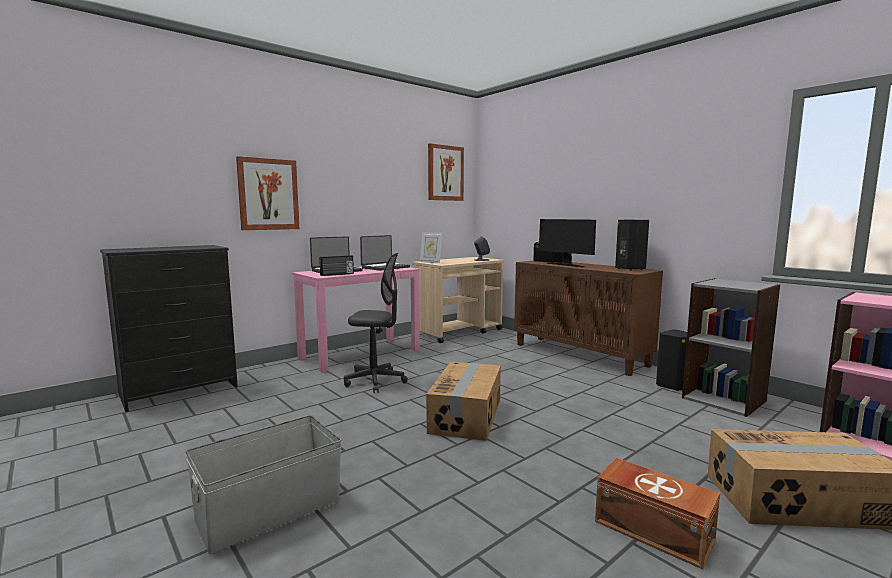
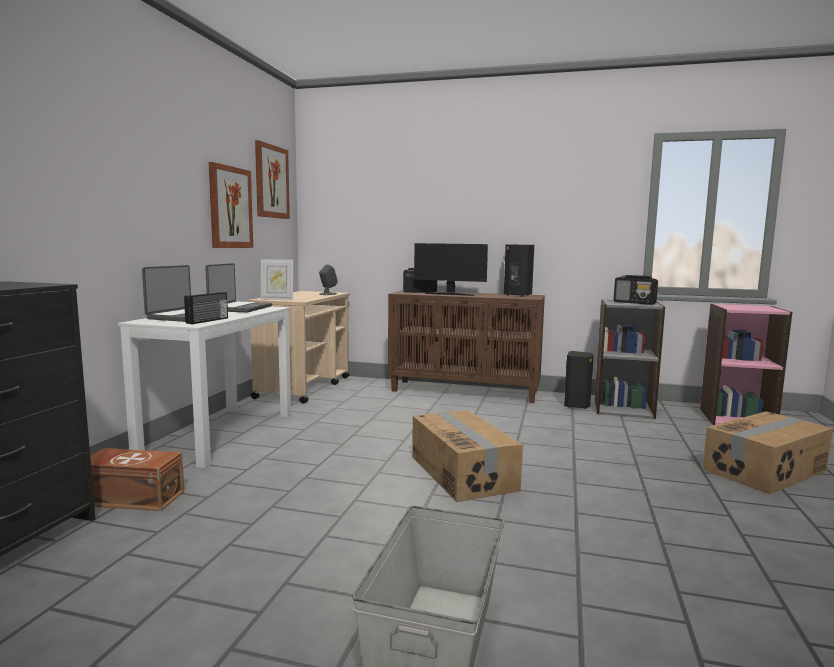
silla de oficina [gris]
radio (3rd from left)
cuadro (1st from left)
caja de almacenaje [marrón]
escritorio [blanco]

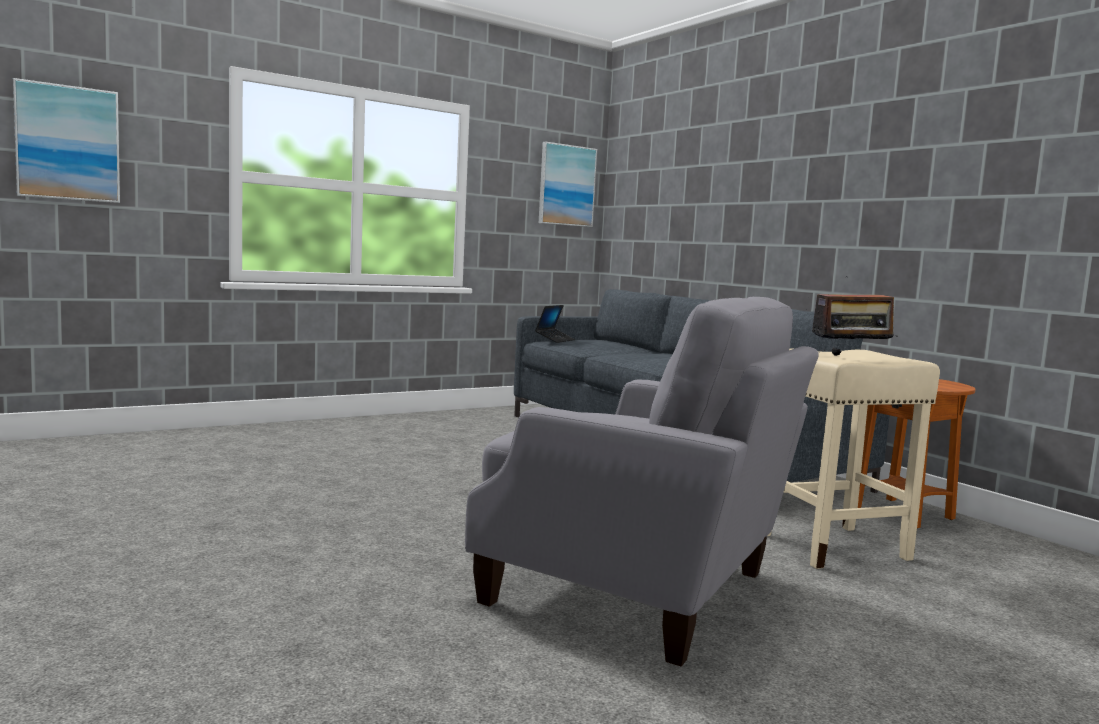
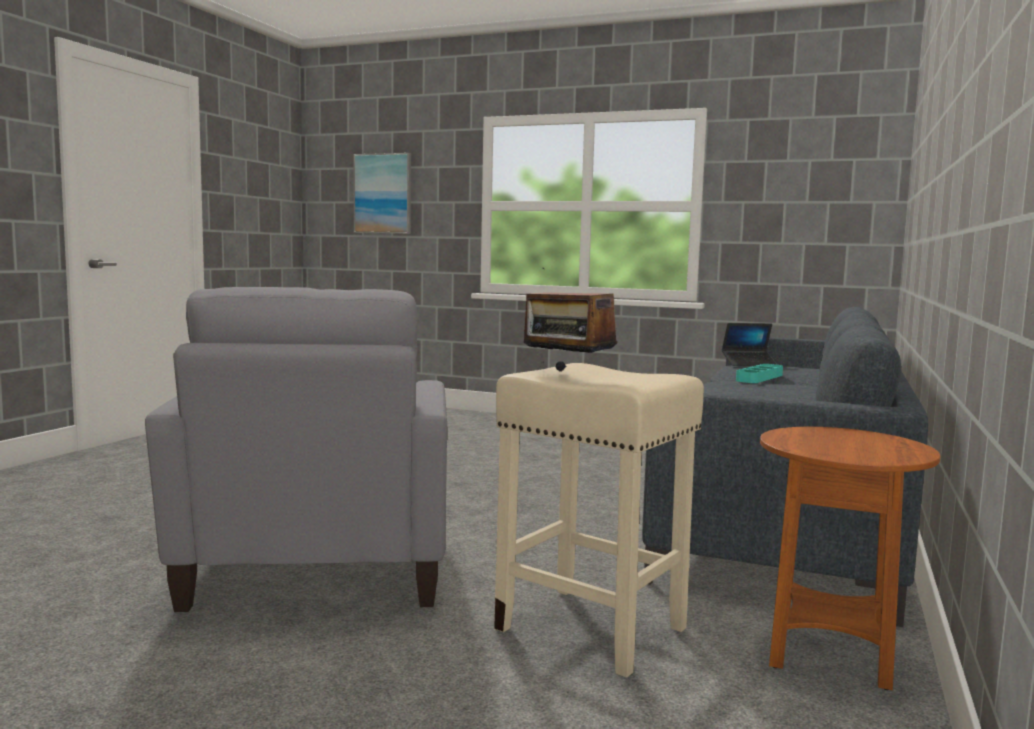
cuadro (2nd from left in the first image)
bandeja [turquesa]

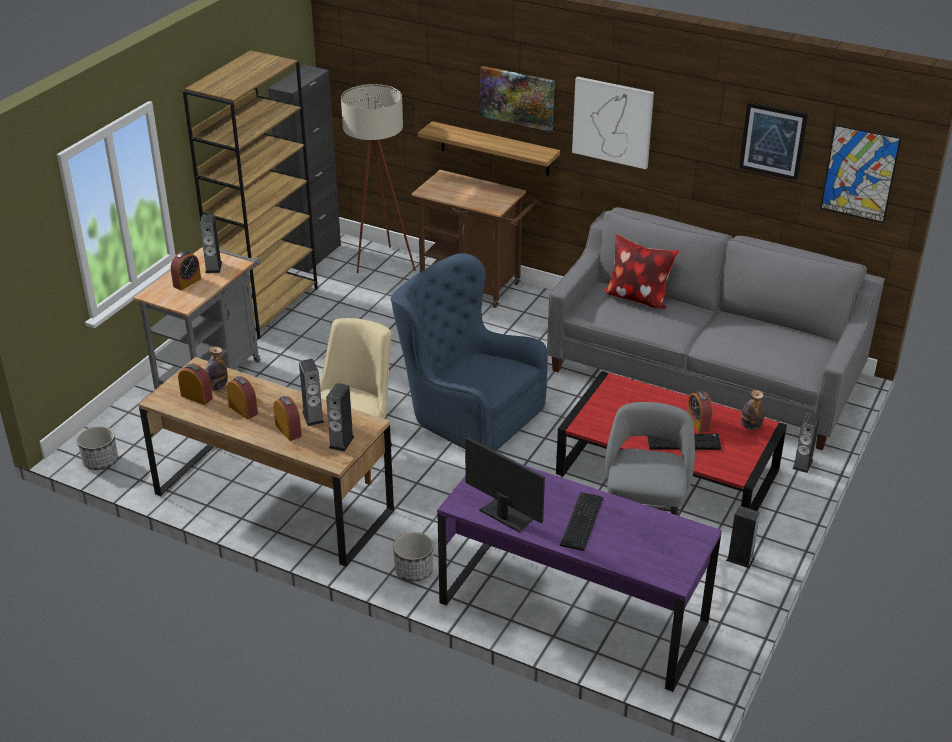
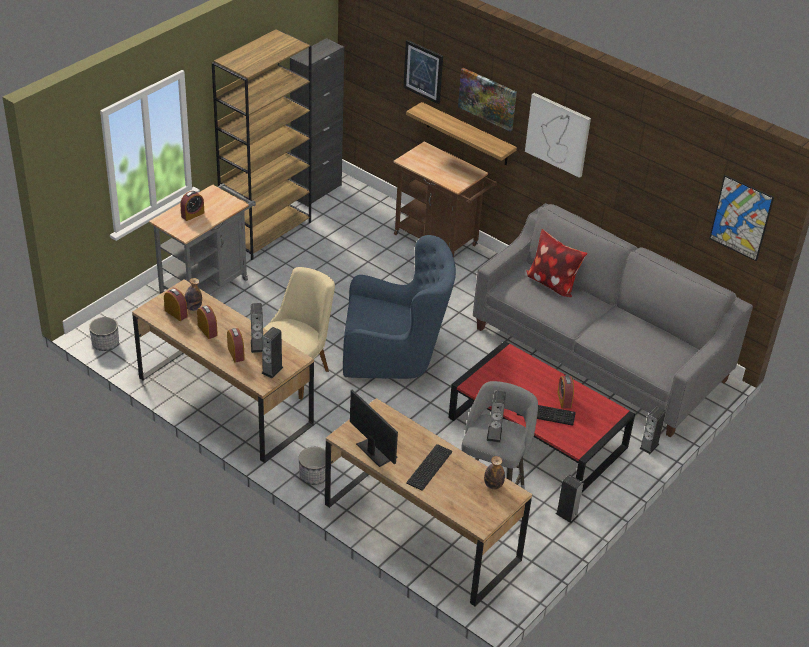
lámpara de pie [beis]
altavoz (3rd from left)
cuadro (1st from left)
botella (2nd from left)
escritorio [marrón] (2nd from left)
sillón [azul]

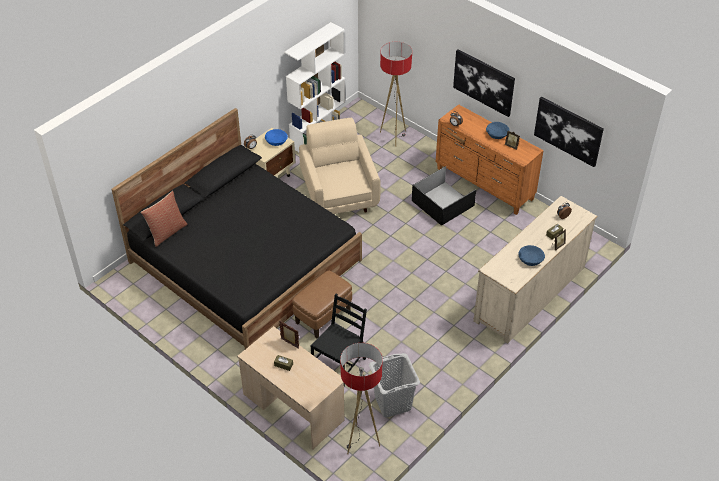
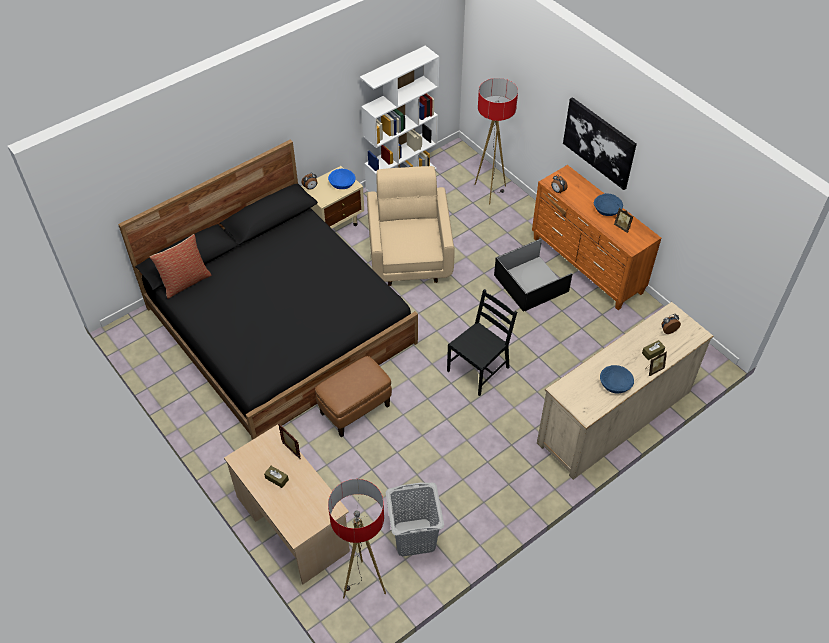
cuadro (2nd from left in the first image)
silla [negro]

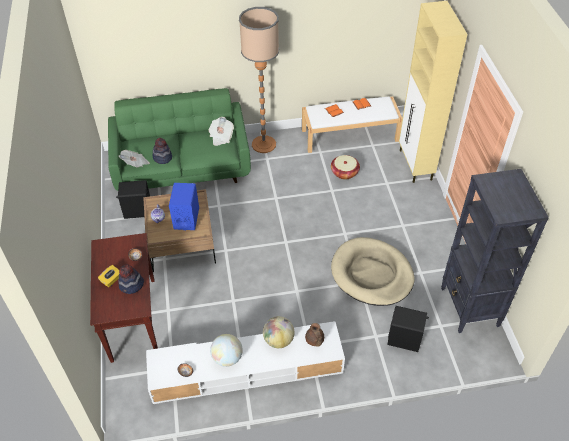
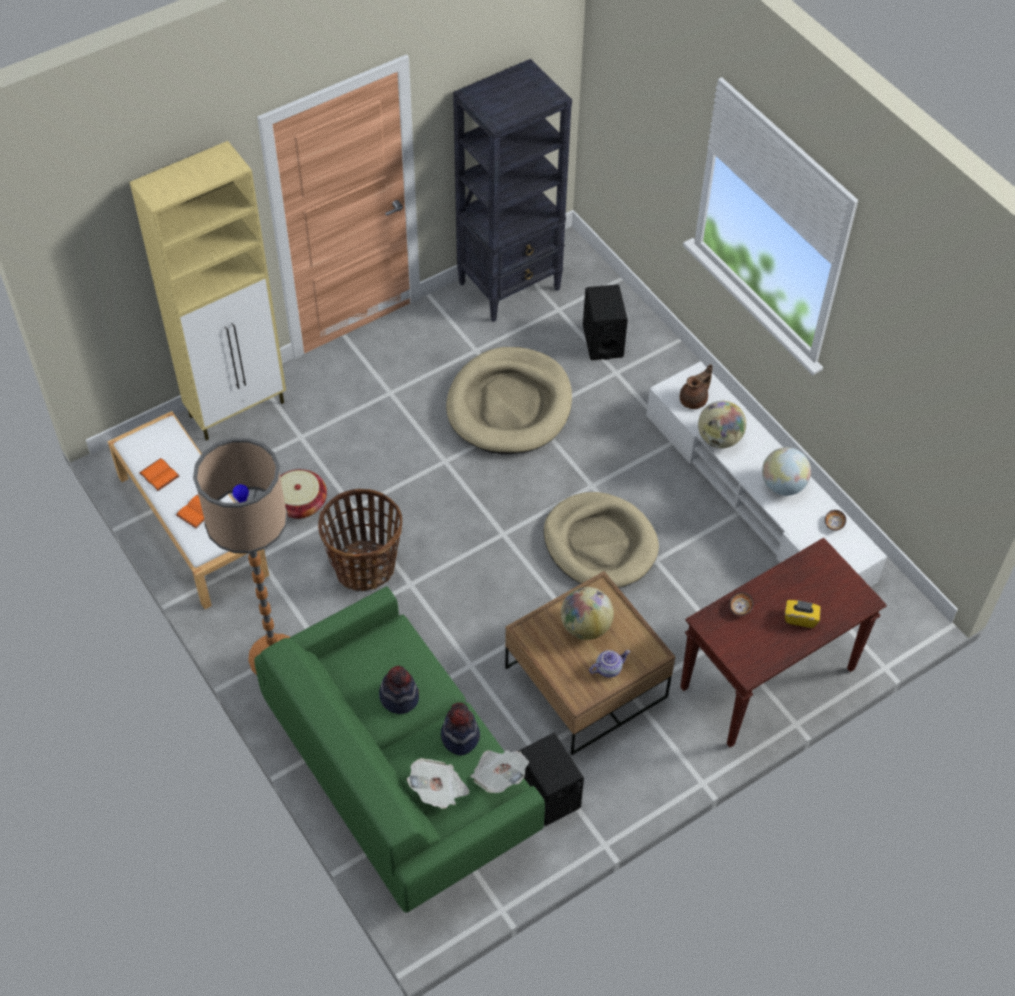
cesta (2nd from left)
cama para perro [beis] (2nd from left)
sombrero (1st from left)
periódico (1st from left)
globo terráqueo (1st from left)

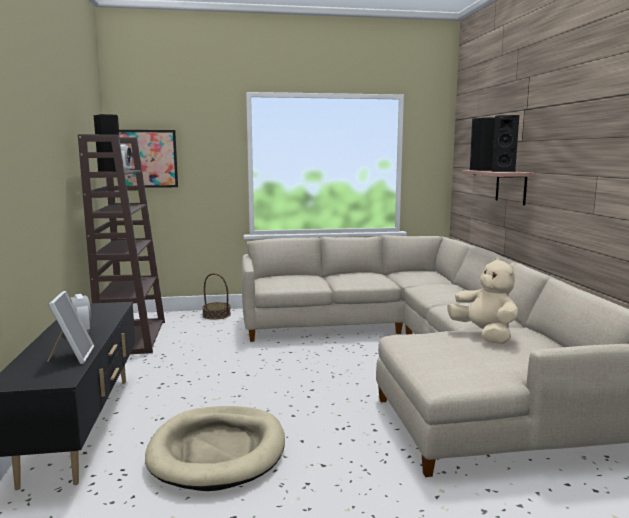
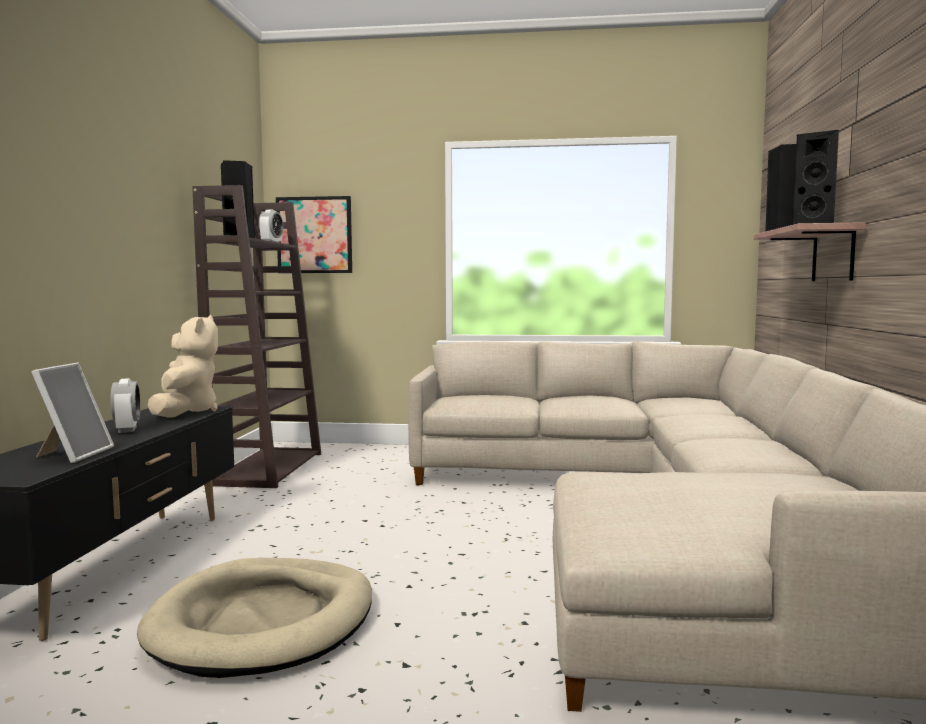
cesta
peluche [beis]

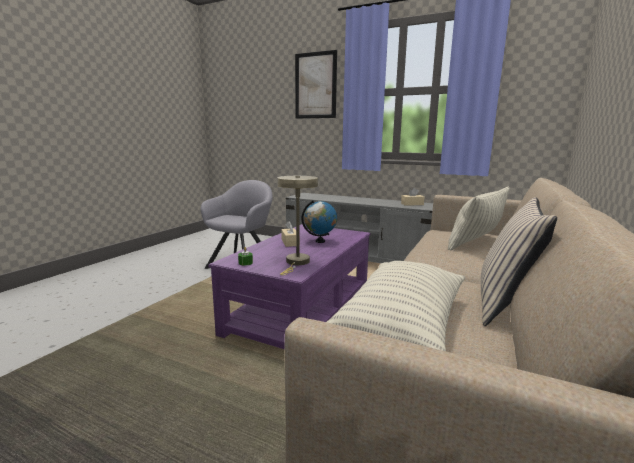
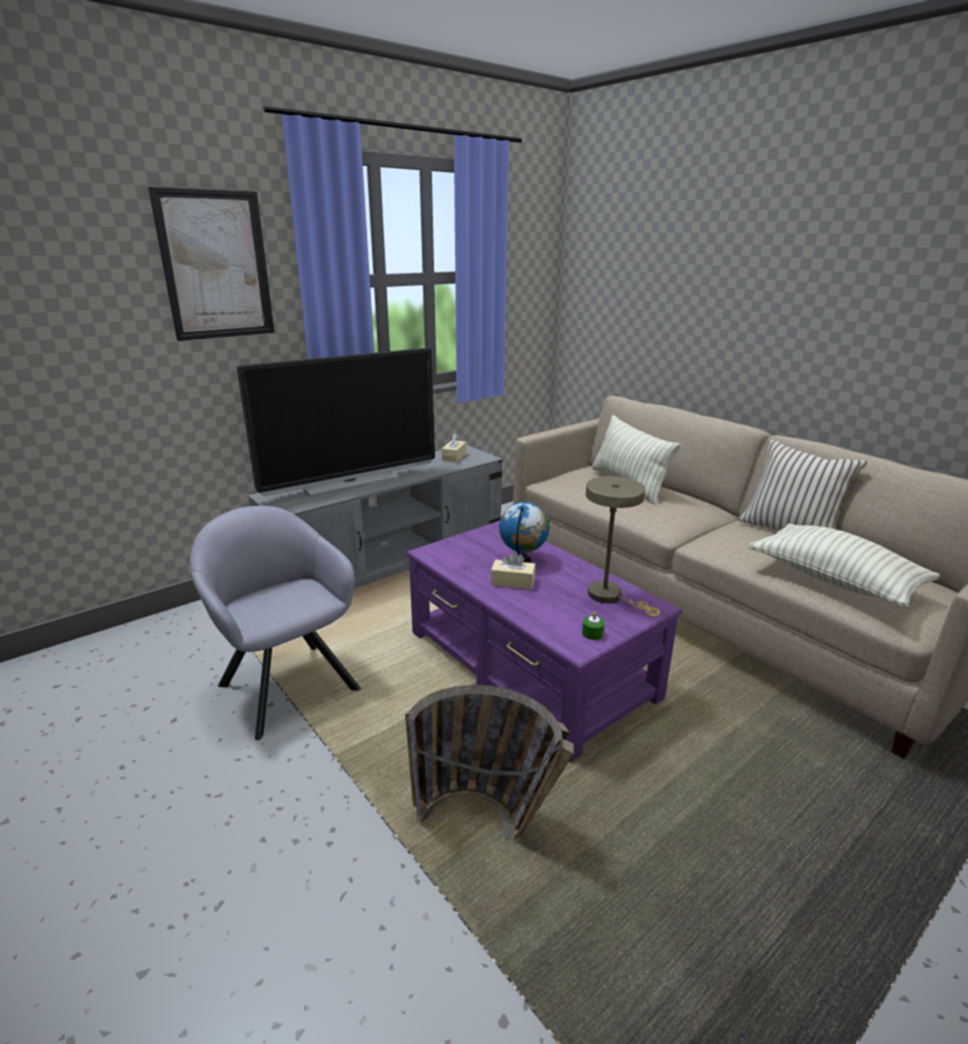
televisor
cesta

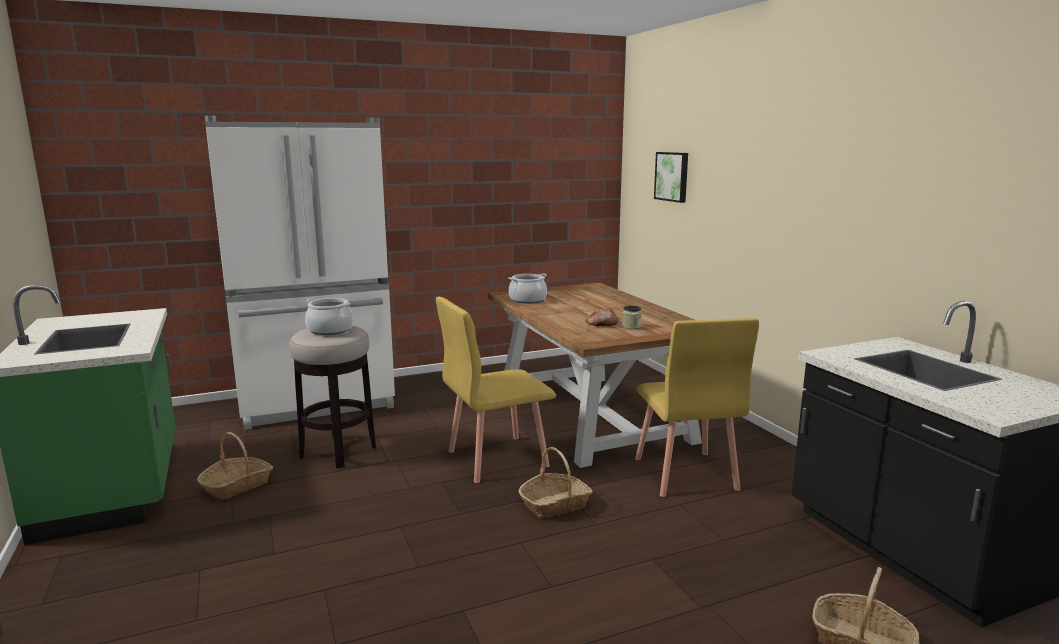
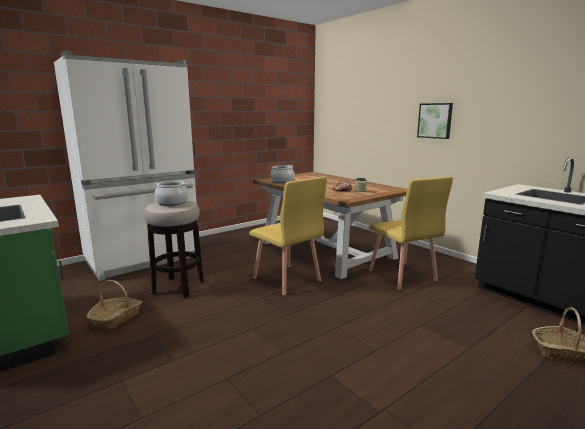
cesta (2nd from left in the first image)
cuadro
silla [amarillo] (1st from left)

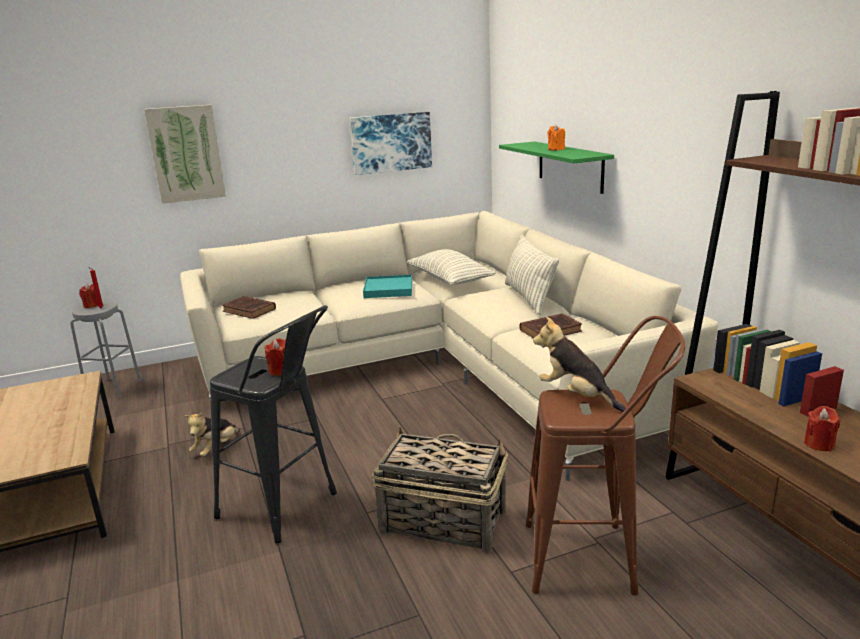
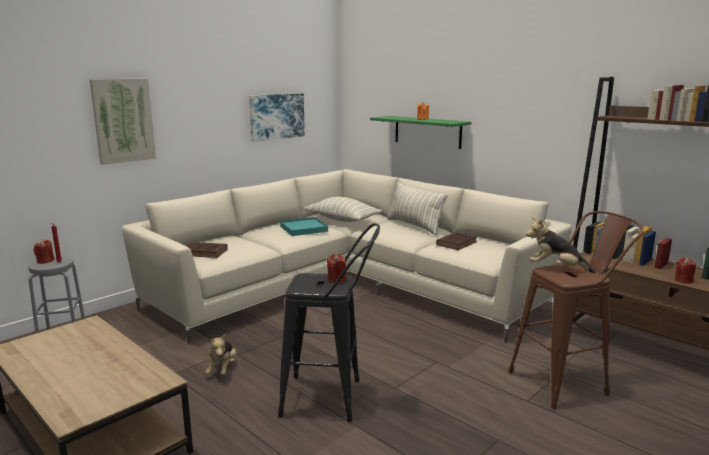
cesta

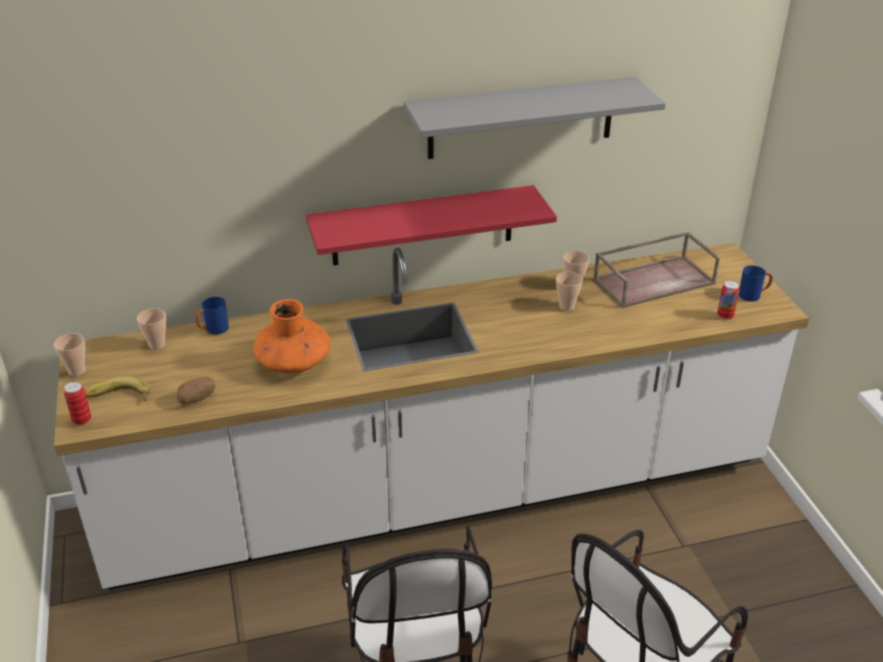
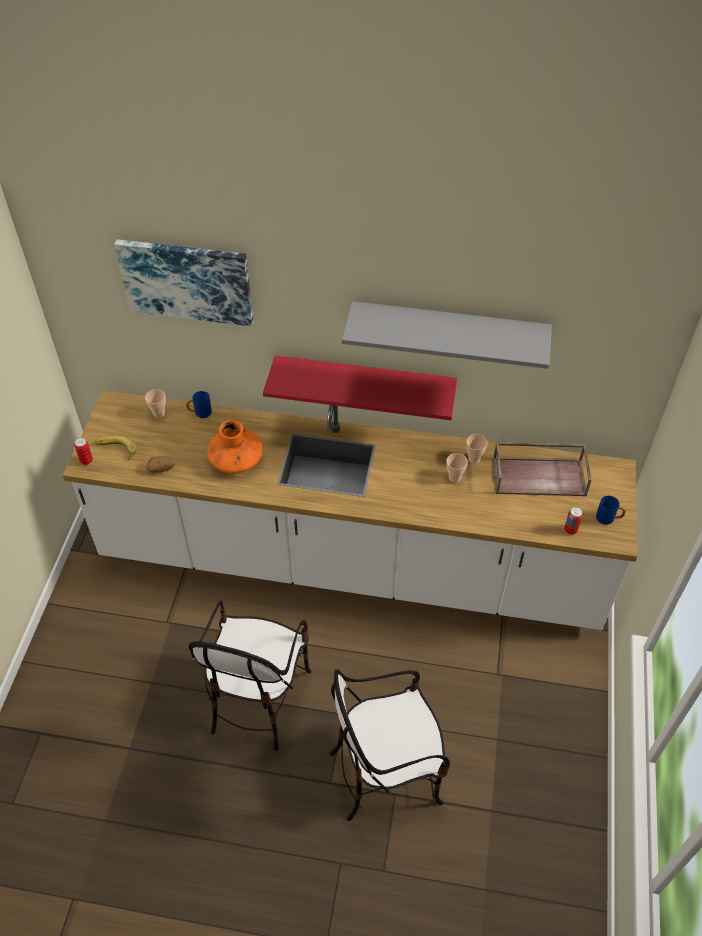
taza (1st from left in the first image)
cuadro

